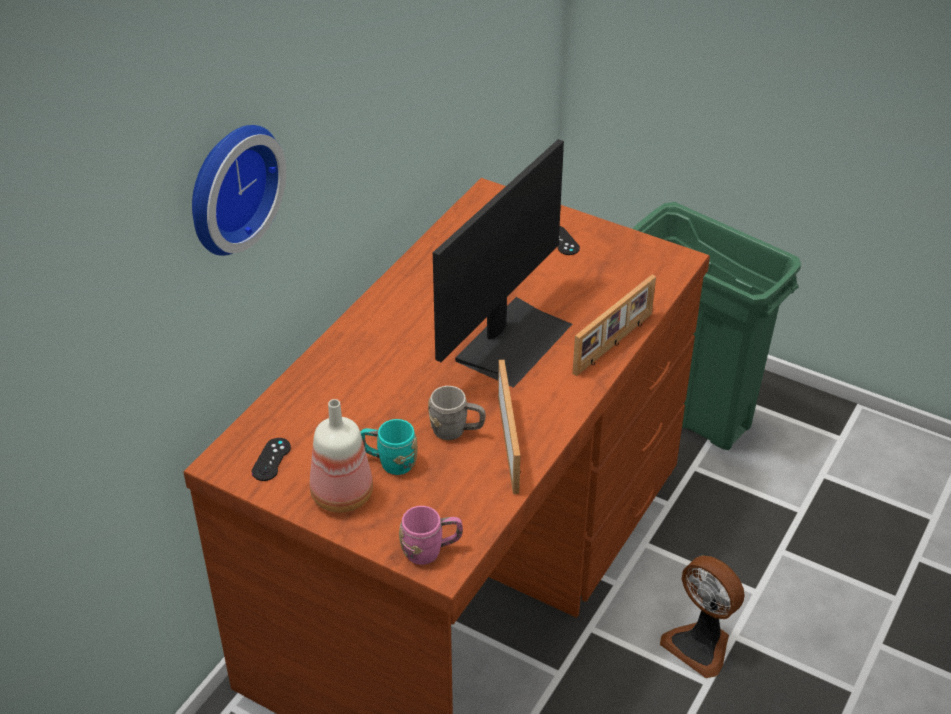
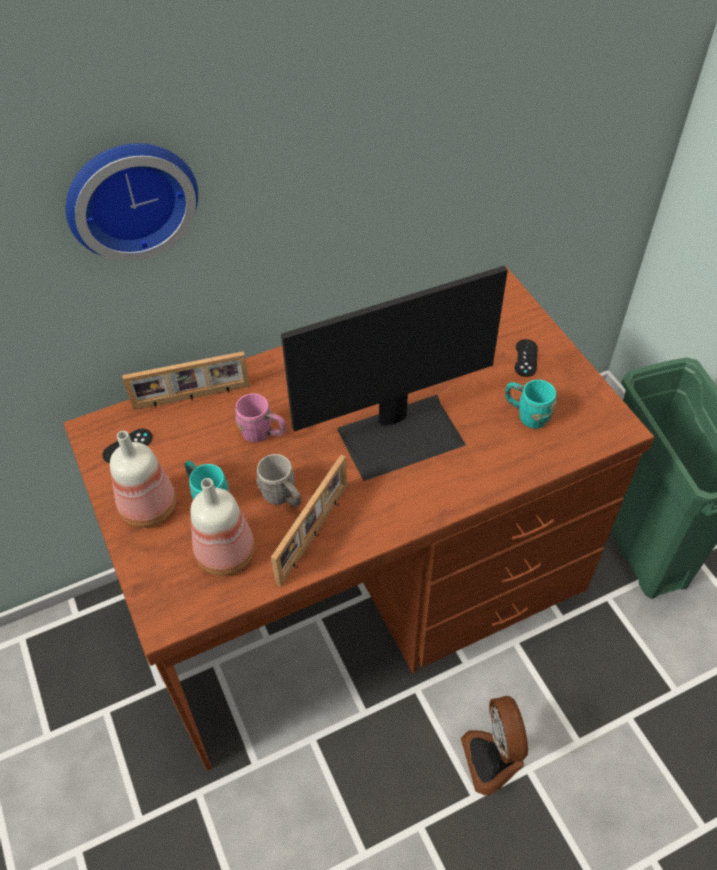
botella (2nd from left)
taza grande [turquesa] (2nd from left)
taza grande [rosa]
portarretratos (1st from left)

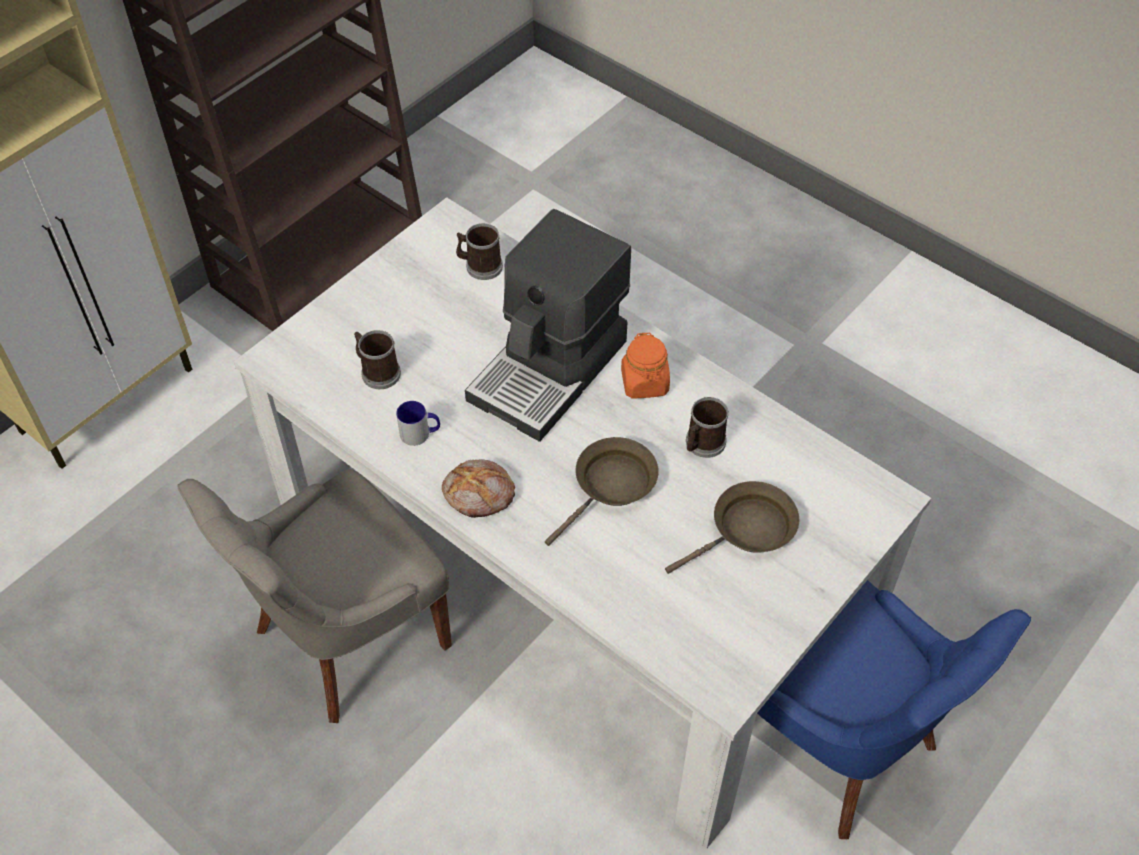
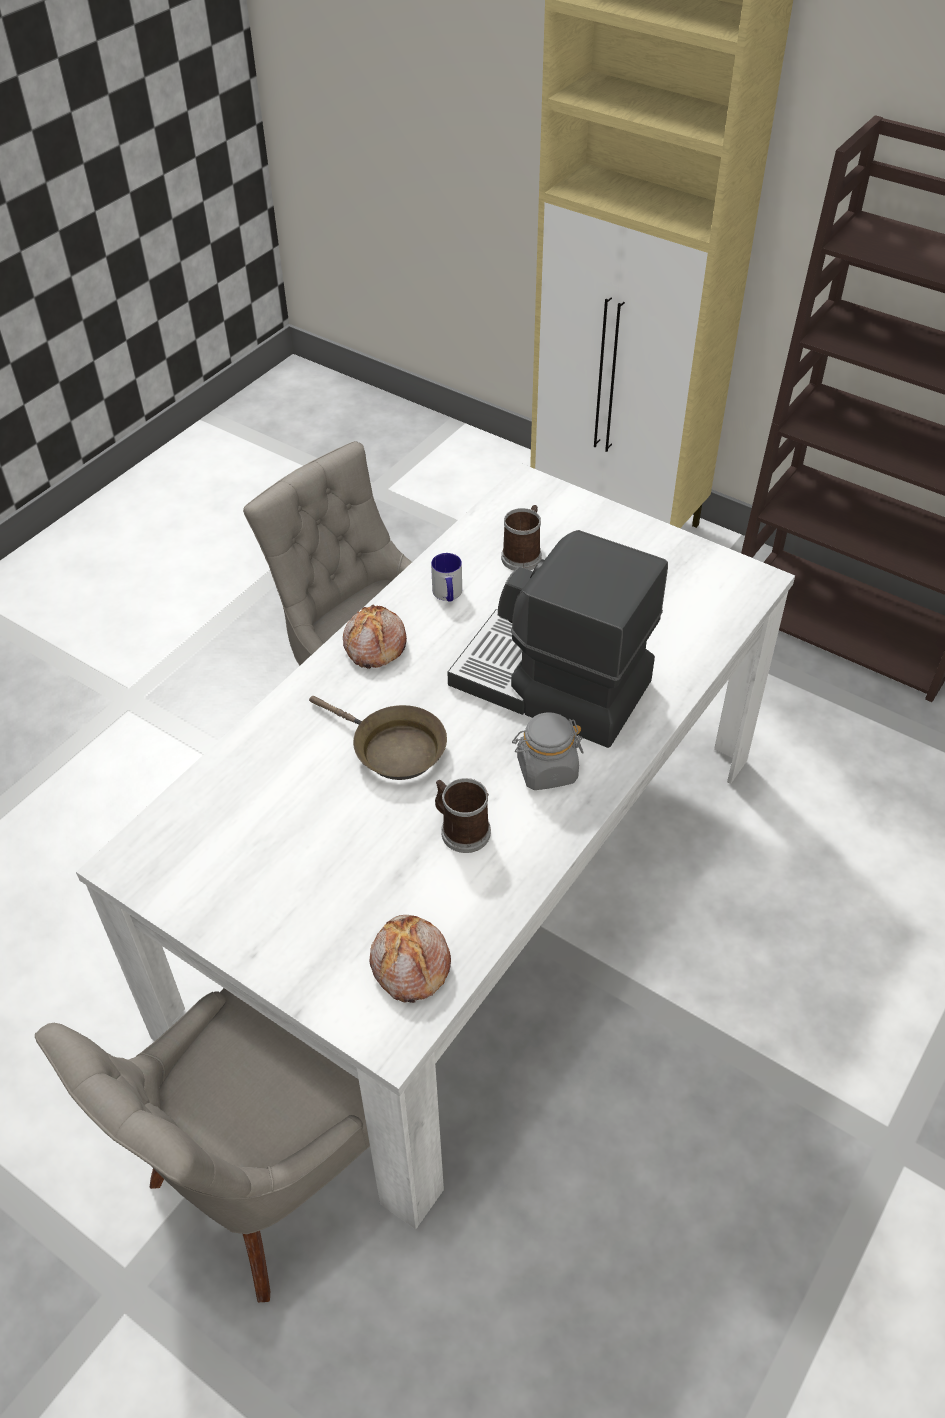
taza grande (3rd from left in the first image)
sartén [marrón] (2nd from left in the first image)
pan (2nd from left)
tarro [gris]
silla [gris] (1st from left)

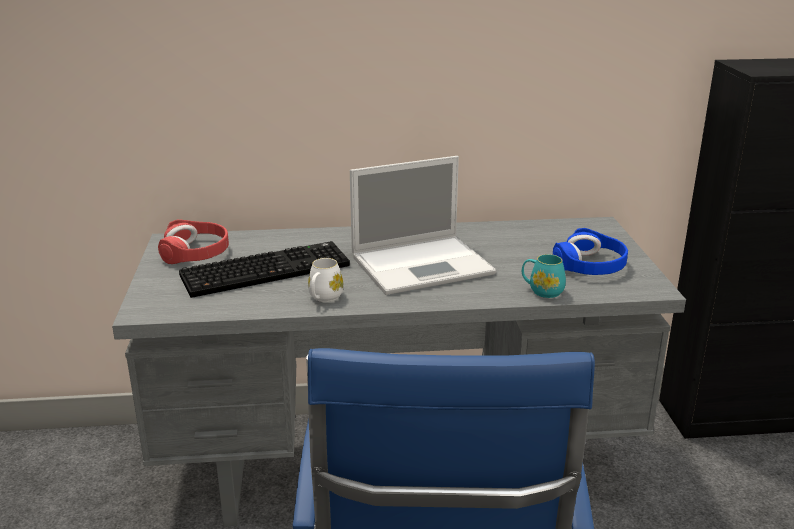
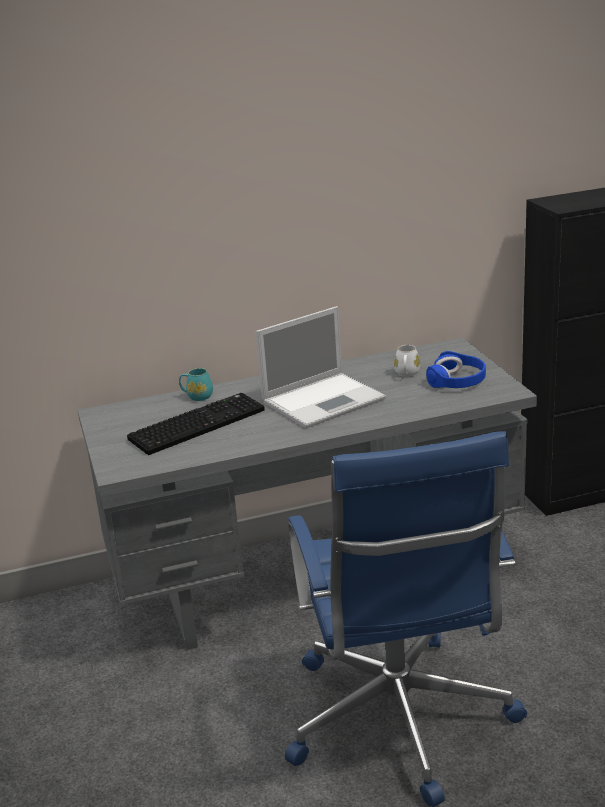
auriculares [rojo]
taza grande [blanco]
taza grande [turquesa]

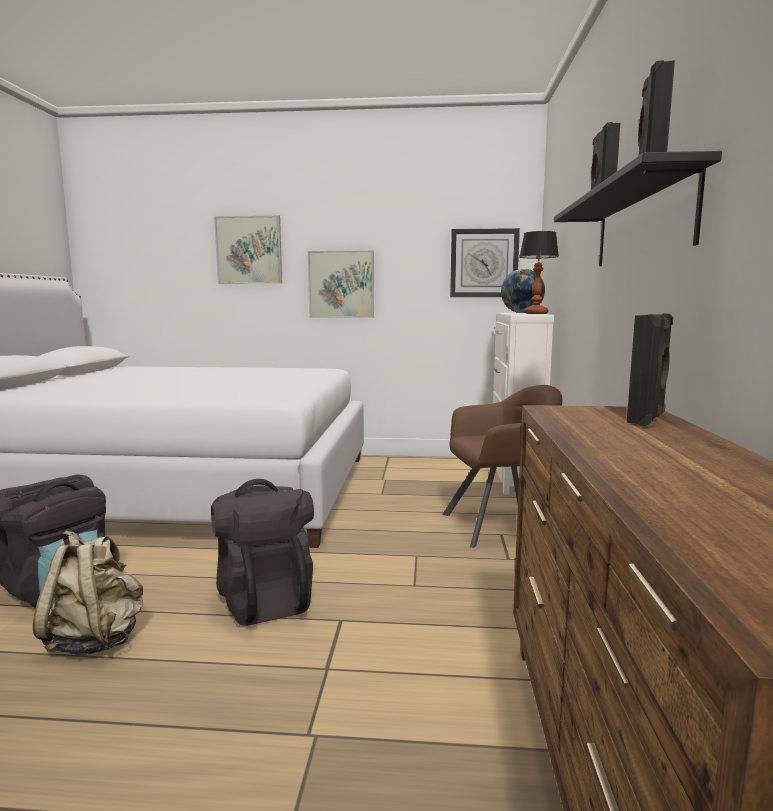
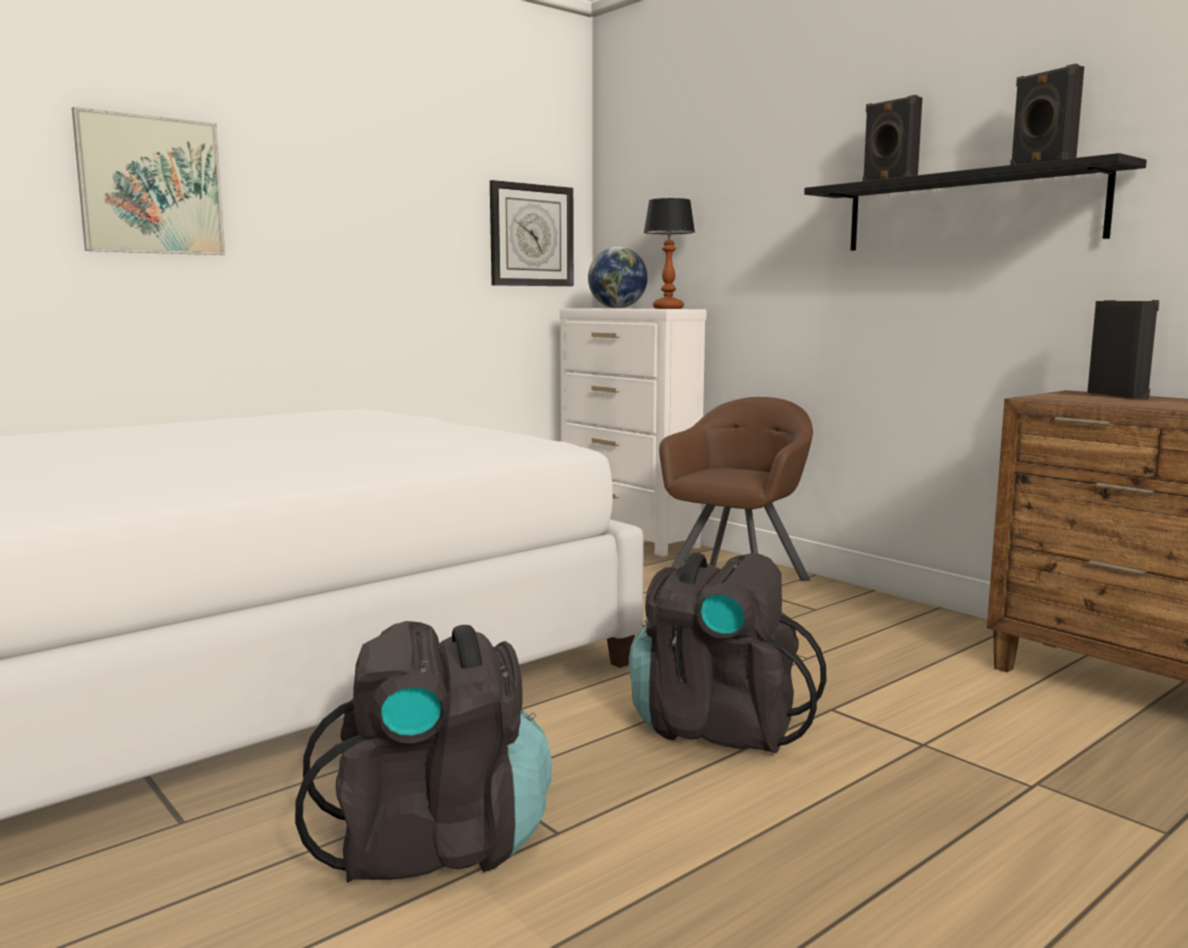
mochila [beis]
cuadro (2nd from left in the first image)

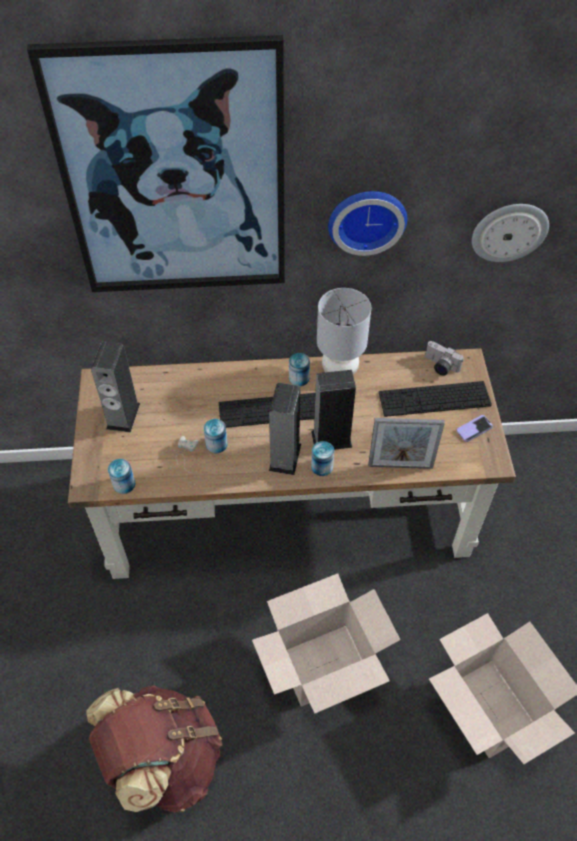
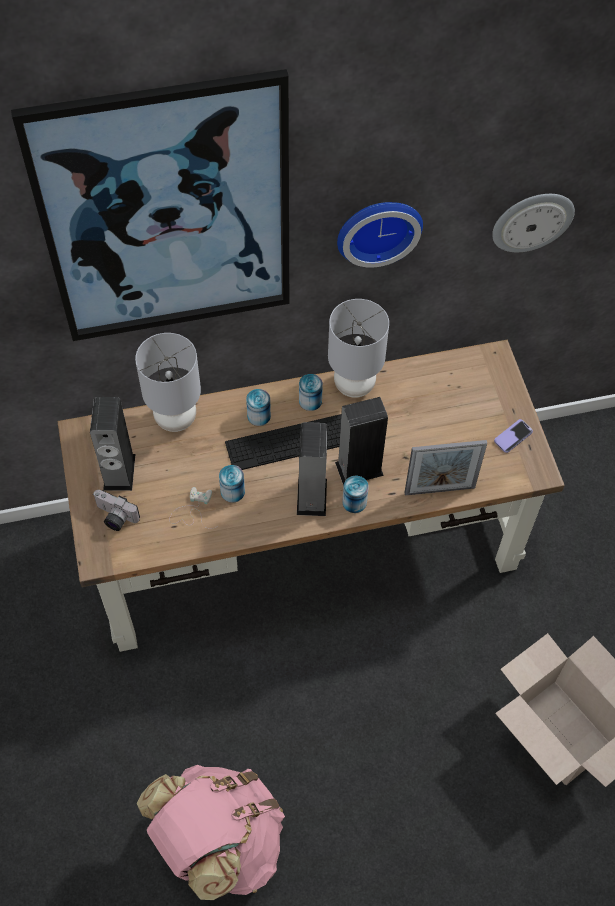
caja de cartón (1st from left in the first image)
teclado (2nd from left in the first image)
lámpara de mesa [gris] (1st from left)
lata (2nd from left)
cámara
mochila [rosa]

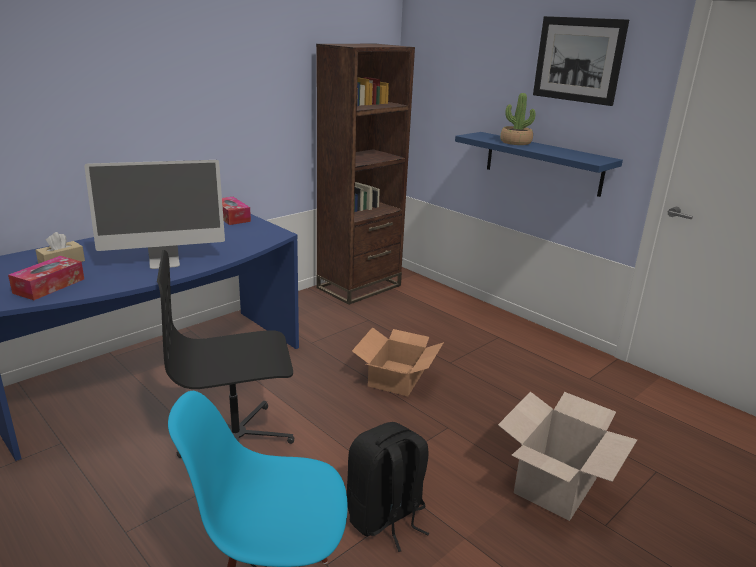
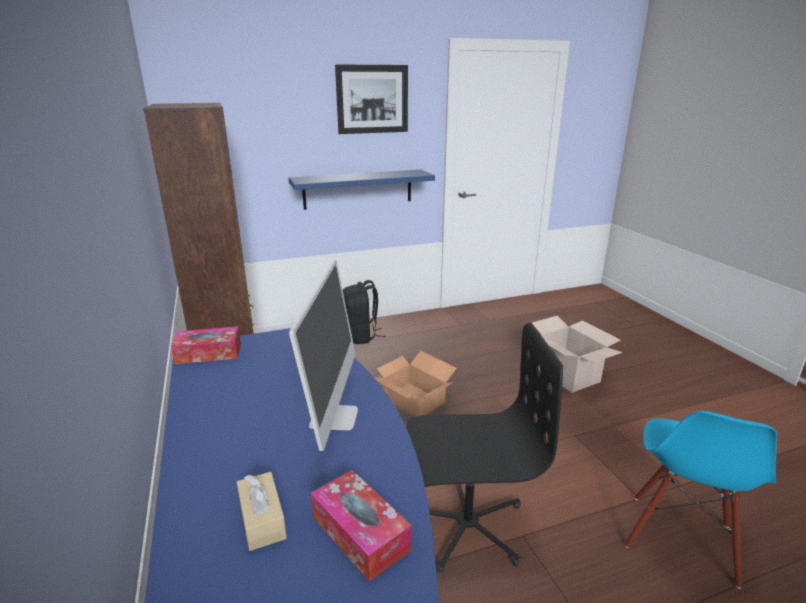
planta en maceta
mochila [negro]
silla de oficina [negro]

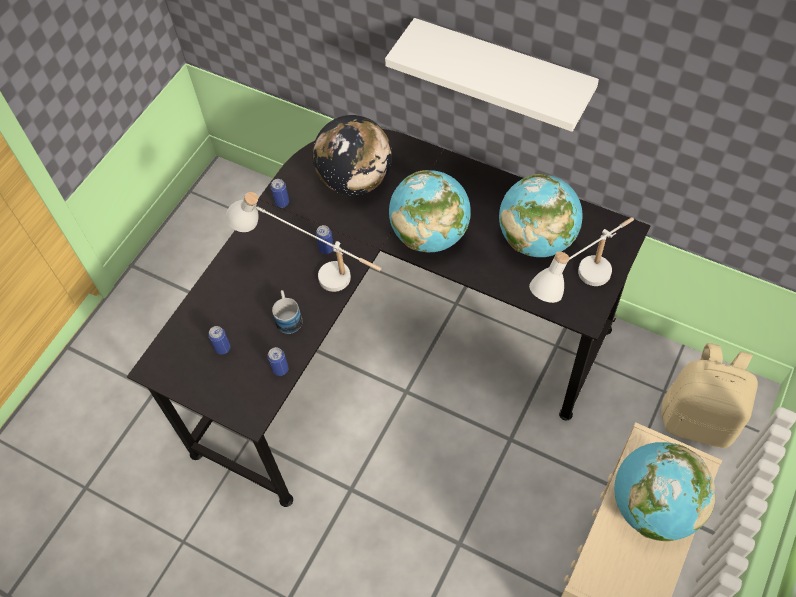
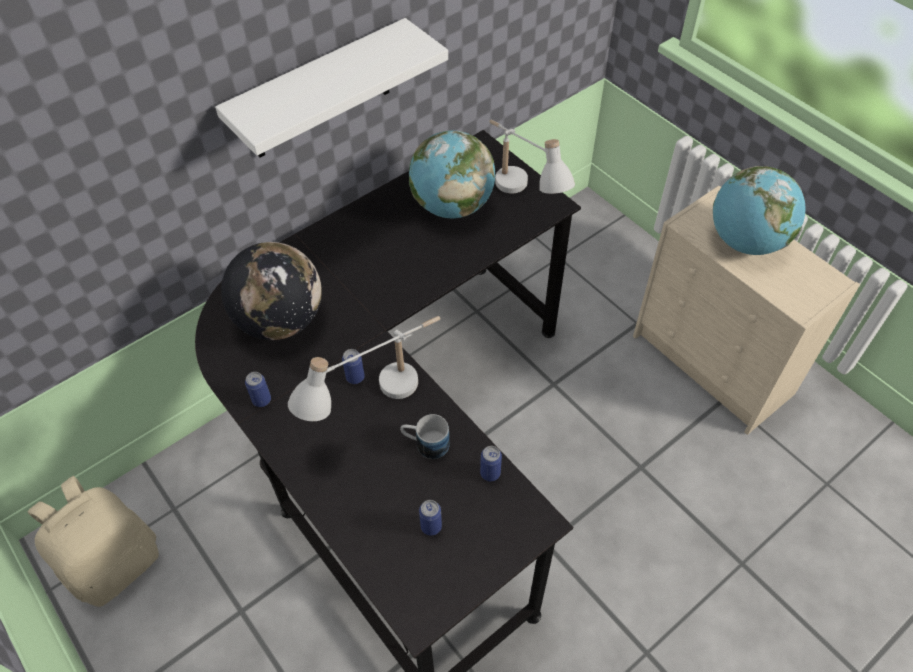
globo terráqueo (2nd from left in the first image)
mochila [beis]

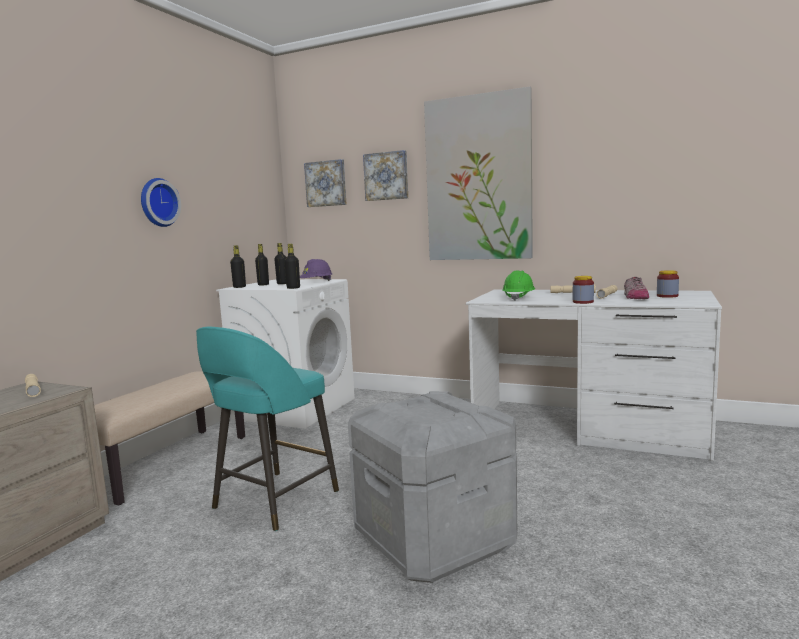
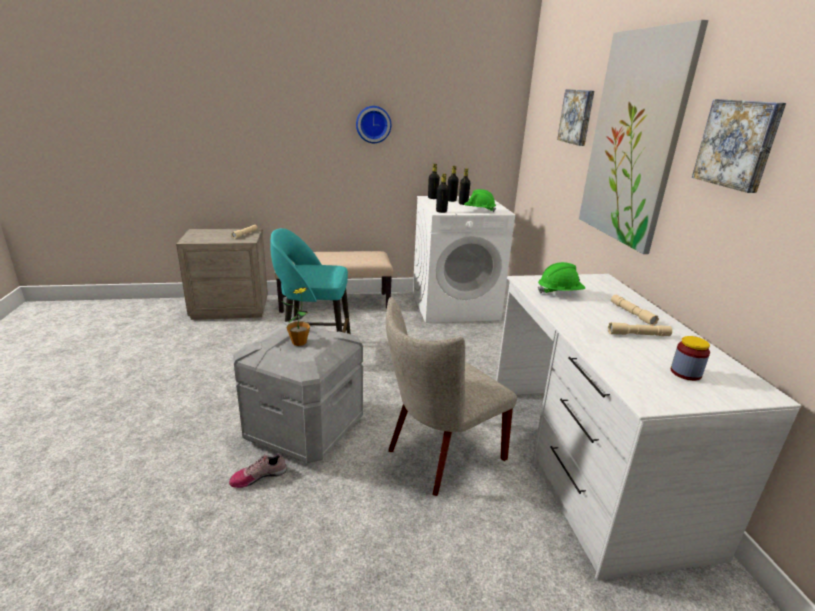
tarro (1st from left in the first image)
planta en maceta
silla [beis]
cuadro (3rd from left)
zapato
casco [verde] (1st from left)

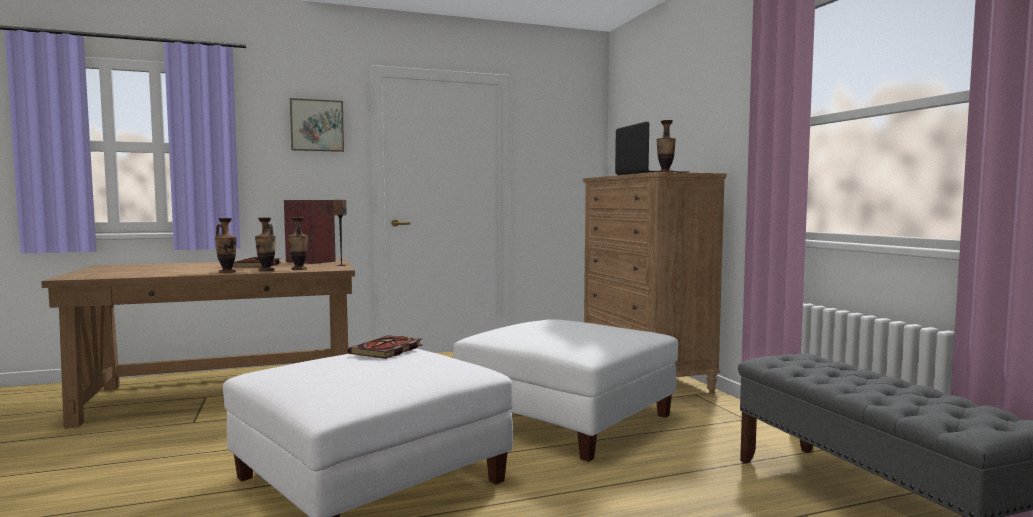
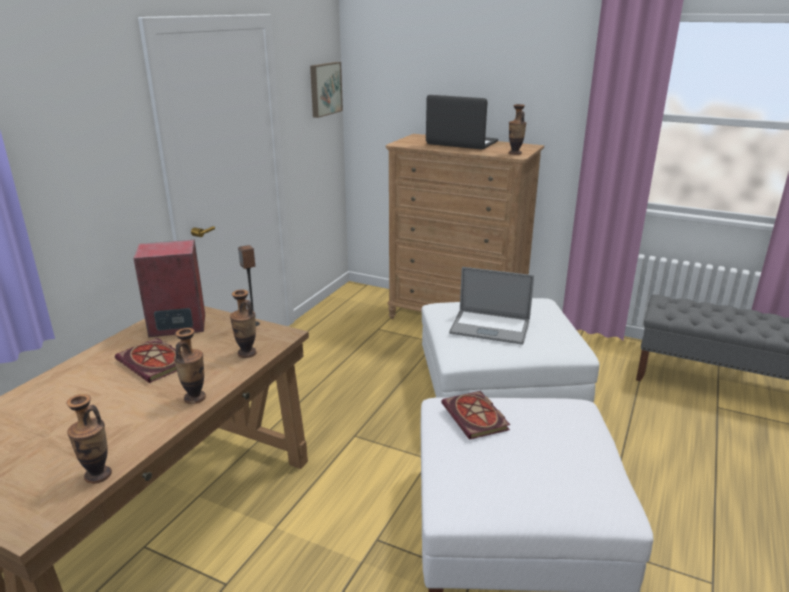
portátil (2nd from left)
florero (1st from left)
cuadro

